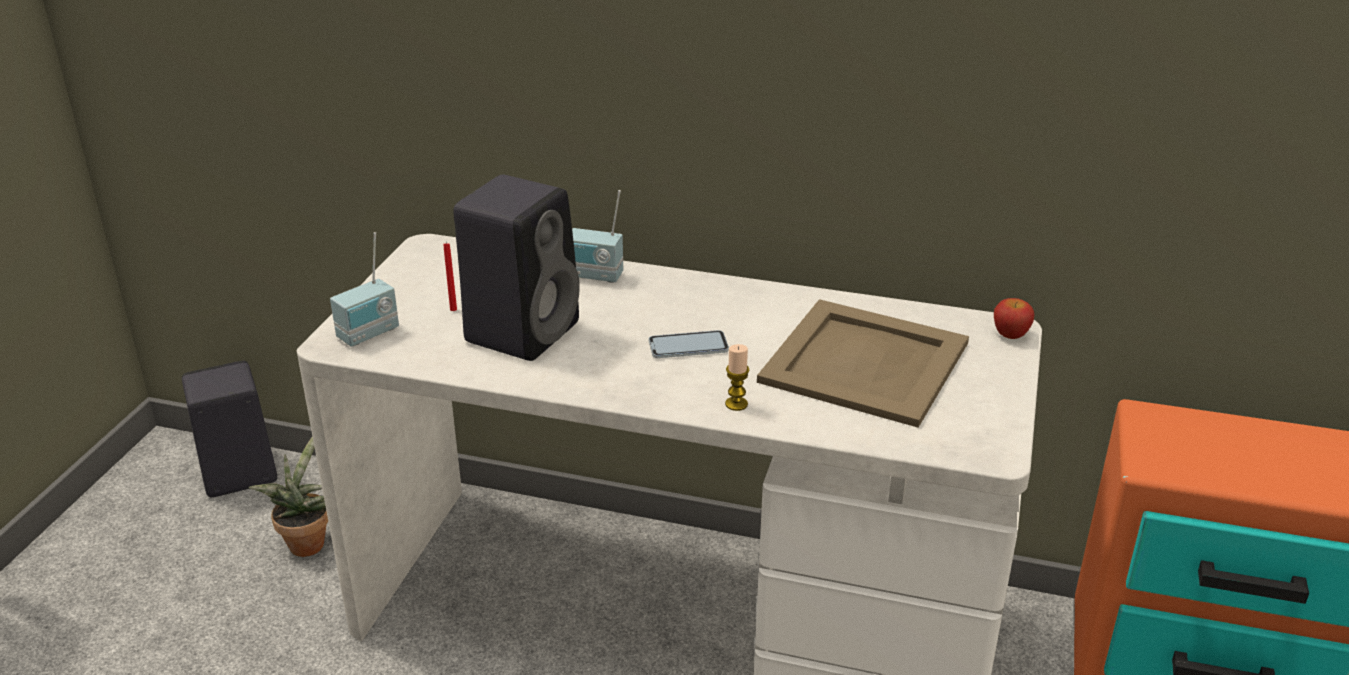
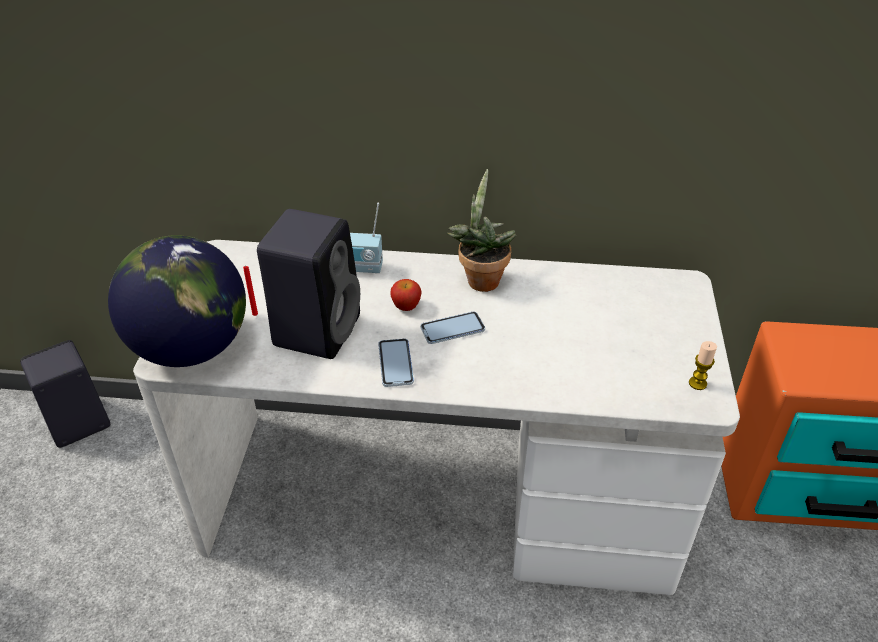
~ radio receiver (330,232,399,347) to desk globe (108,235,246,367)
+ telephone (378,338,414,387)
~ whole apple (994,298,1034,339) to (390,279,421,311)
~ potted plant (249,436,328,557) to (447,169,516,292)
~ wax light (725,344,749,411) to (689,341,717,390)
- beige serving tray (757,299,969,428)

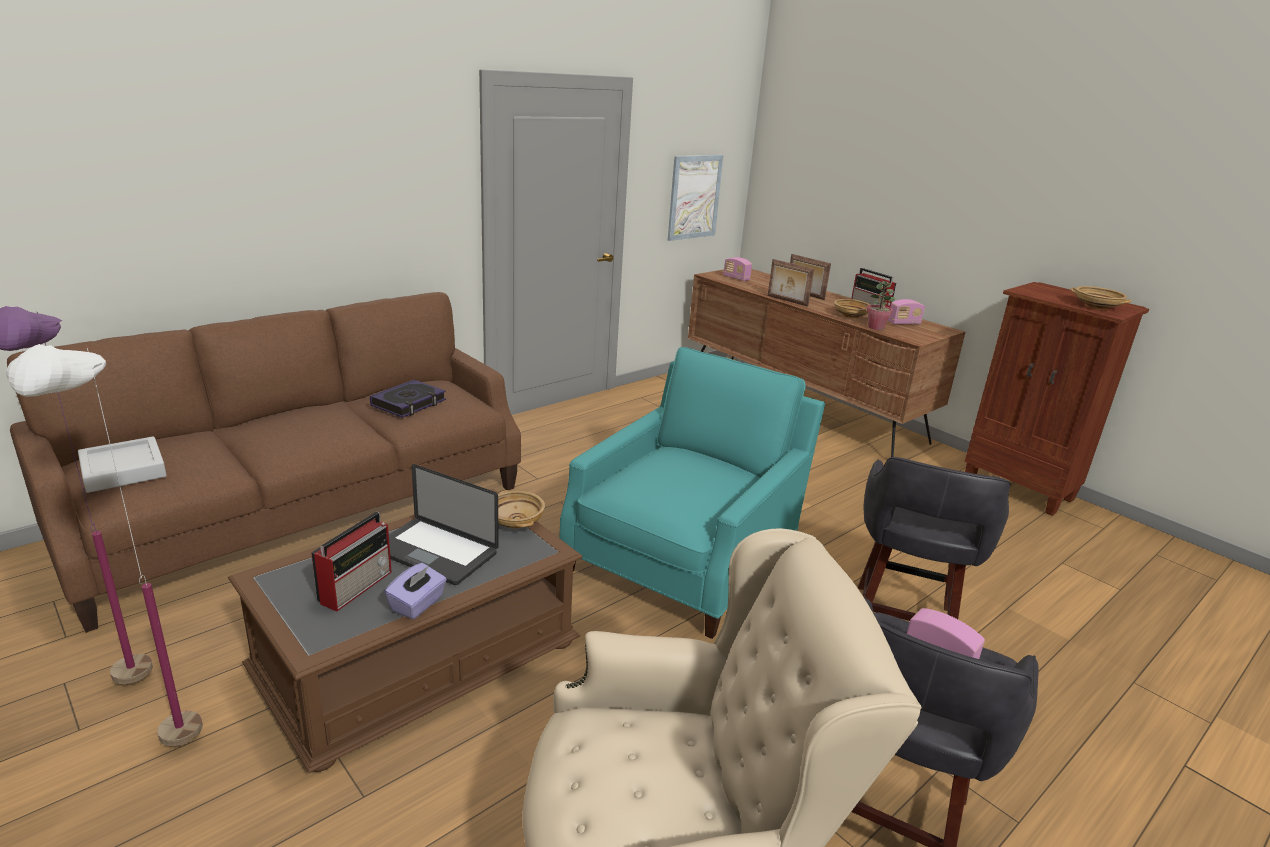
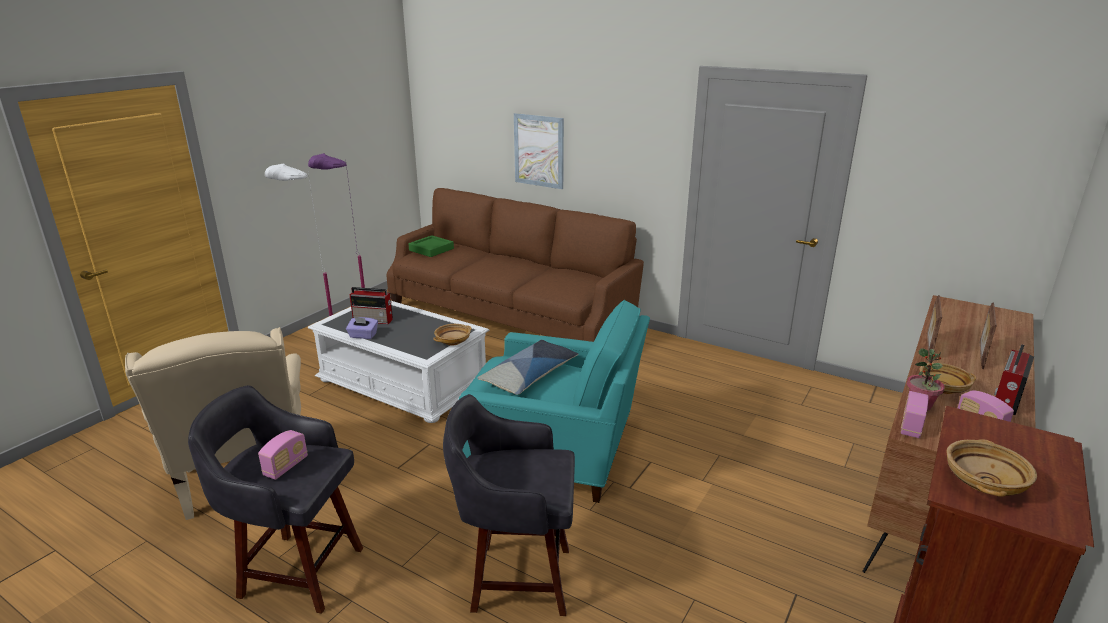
~ brown low table (228,489,583,773) to whitish low table (308,301,489,423)
~ grey serving tray (78,436,167,493) to green-coloured serving tray (409,235,454,257)
+ pillow (478,340,578,395)
~ wall art (668,155,724,241) to (514,113,564,189)
~ radio receiver (723,257,752,281) to (901,391,929,438)
- volume (370,380,446,418)
- portable computer (389,464,499,585)

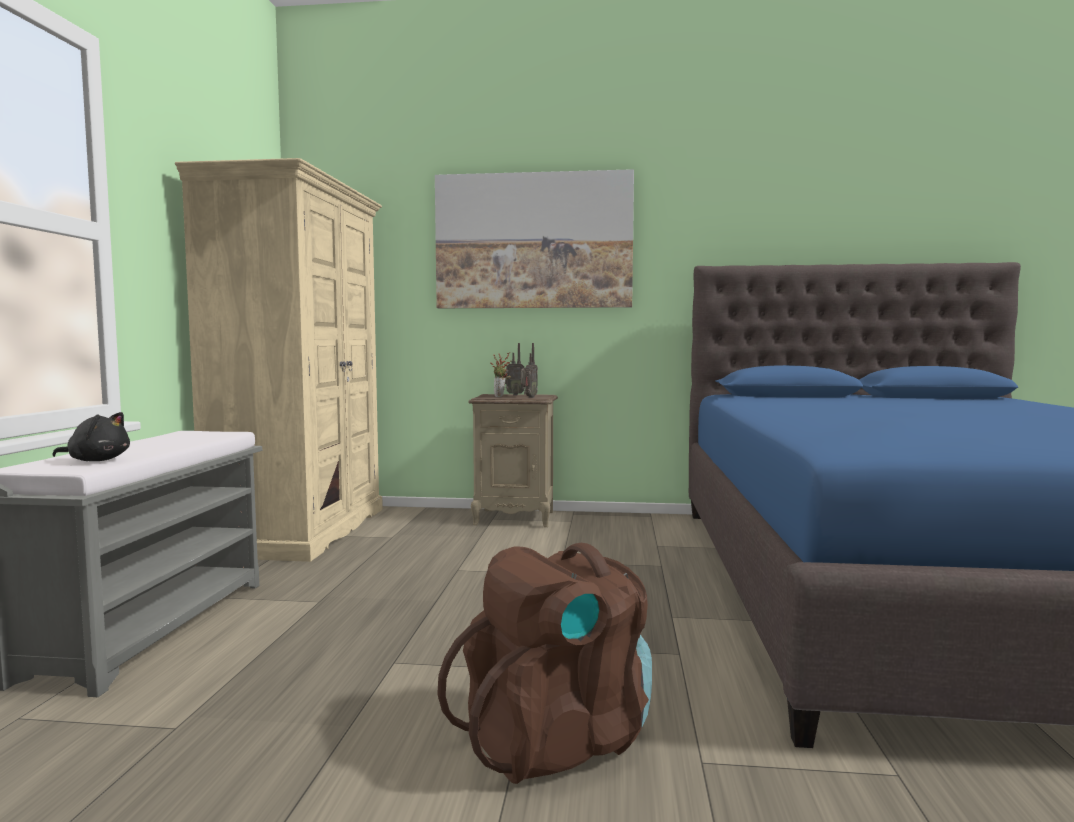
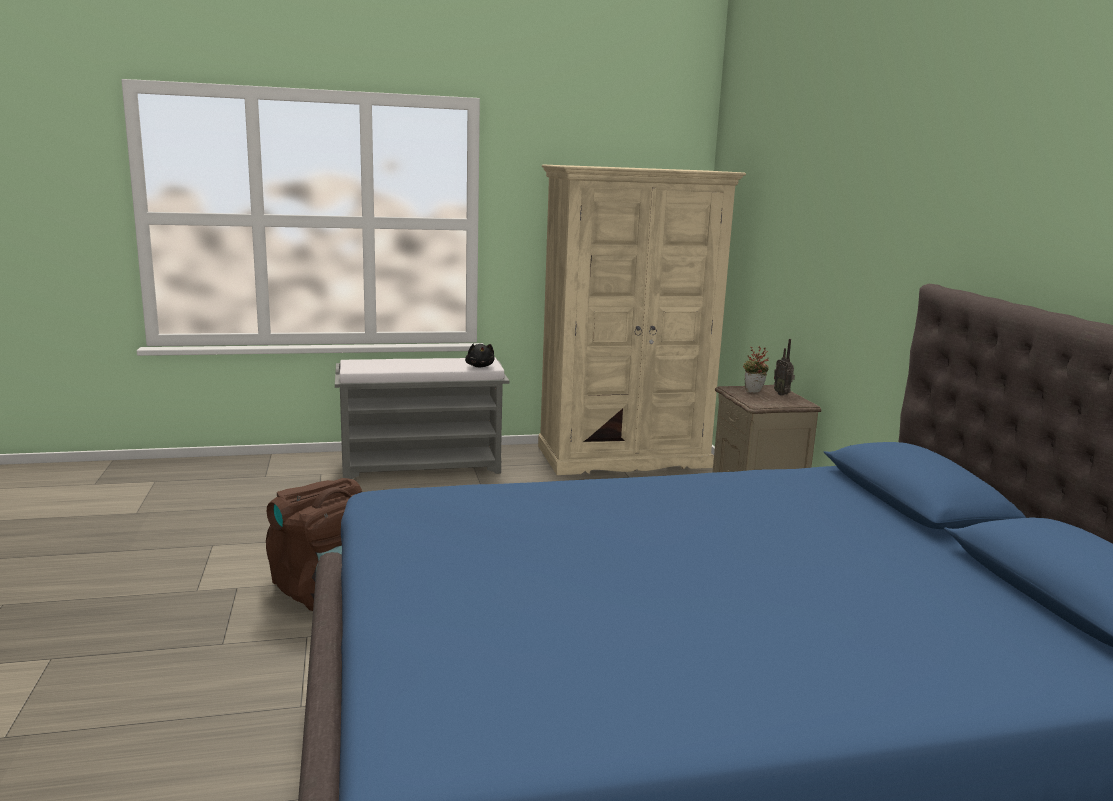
~ black-coloured plush toy (52,412,130,461) to (465,344,495,367)
- wall art (435,169,634,308)
- radio receiver (521,343,538,398)

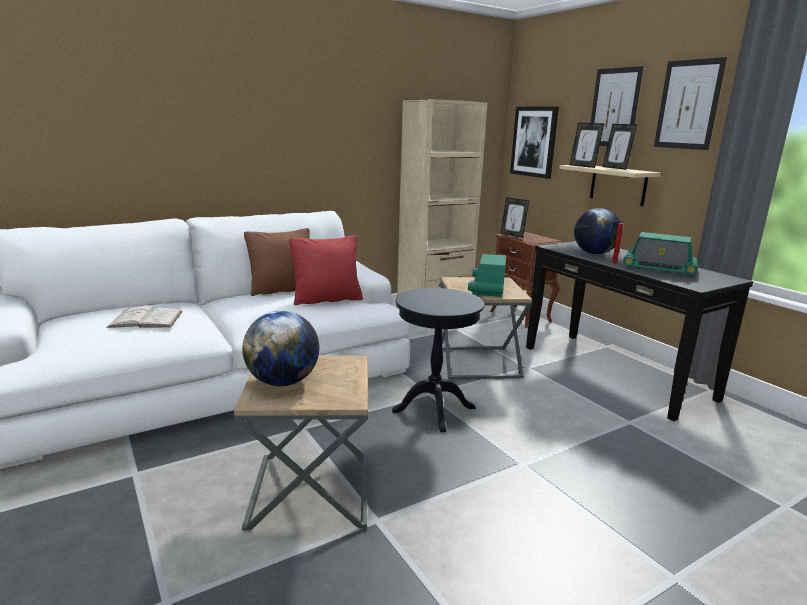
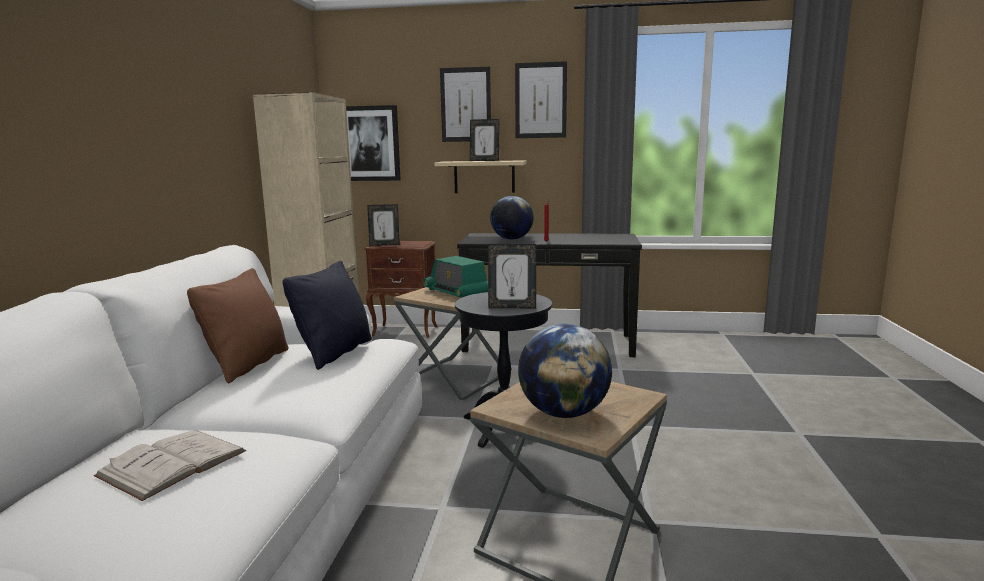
~ red pillow (289,235,363,305) to black-coloured pillow (283,261,372,370)
~ picture frame (570,123,605,168) to (488,244,536,309)
- radio receiver (623,232,698,277)

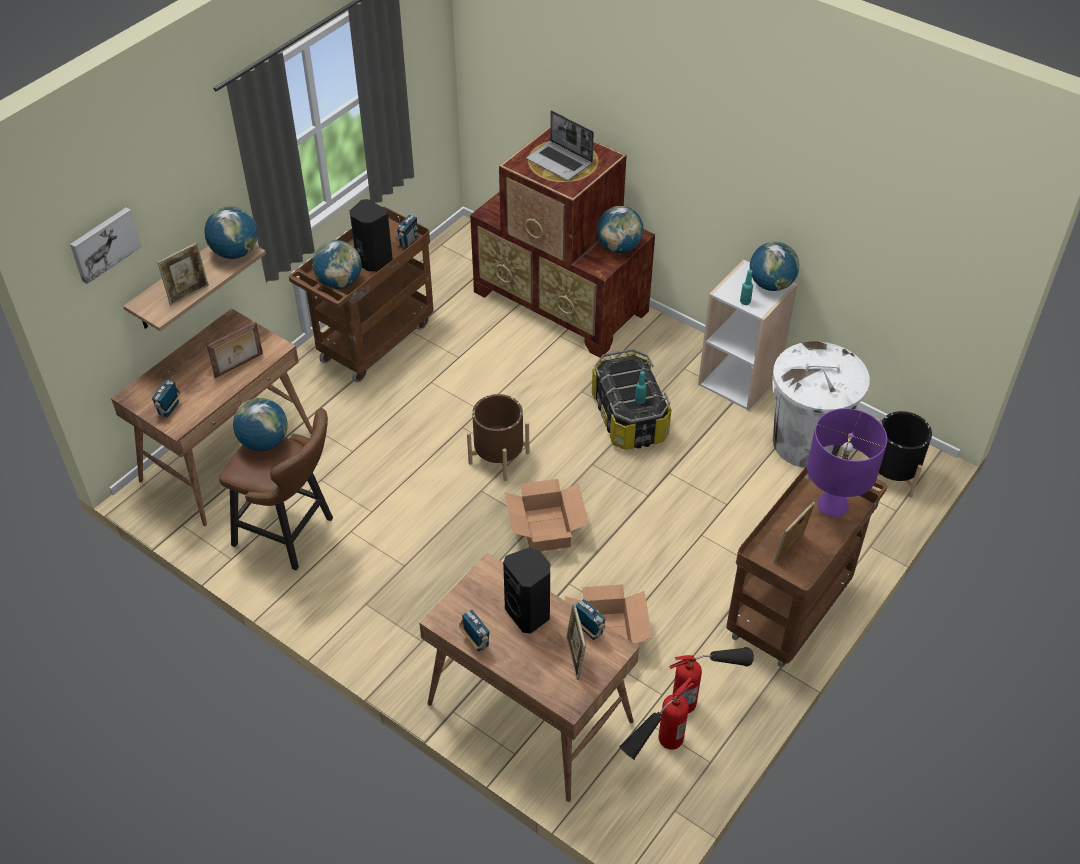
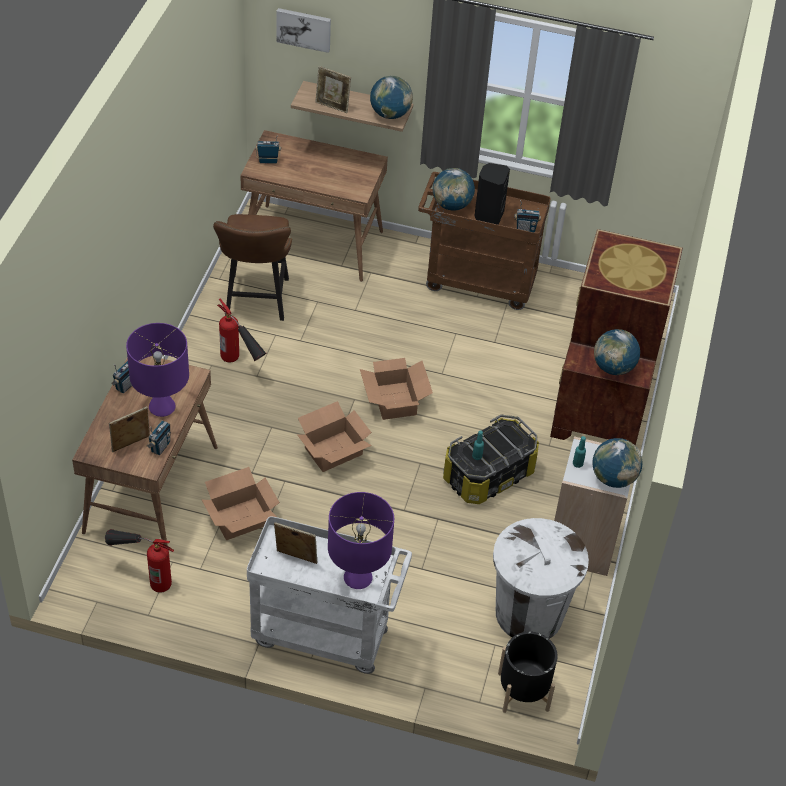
~ black-coloured audio speaker (503,547,550,634) to purple lamp for a table (126,323,189,417)
~ fire extinguisher (669,647,754,713) to (217,298,266,362)
~ brown trolley (726,466,888,668) to whitish trolley (247,517,412,674)
~ brown plant pot (467,394,529,481) to packing box (360,358,433,420)
- picture frame (207,321,263,378)
- desk globe (233,398,288,451)
- portable computer (526,110,594,180)

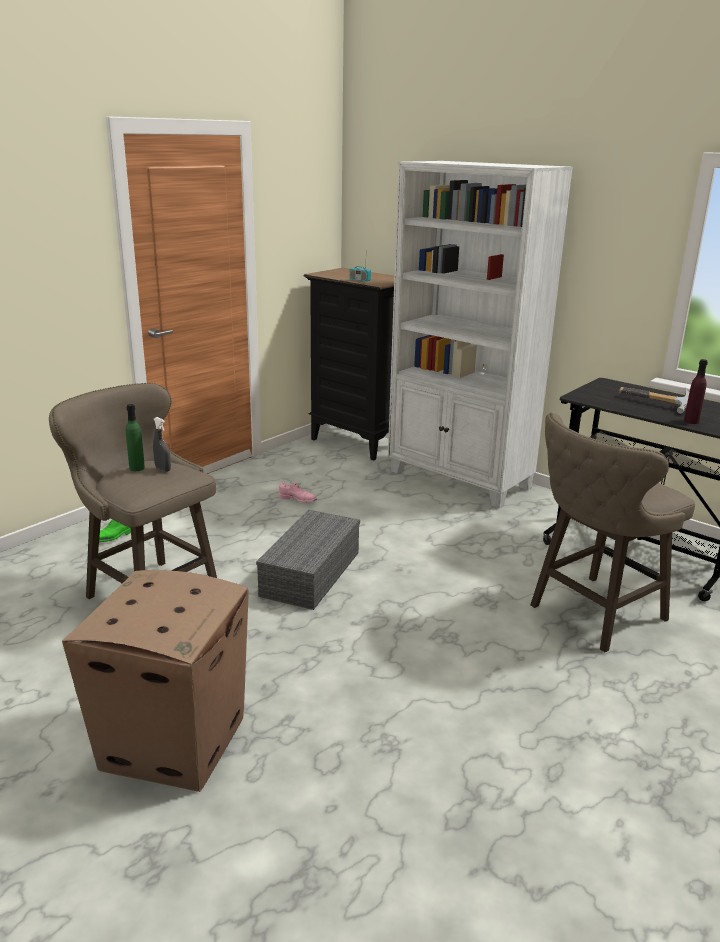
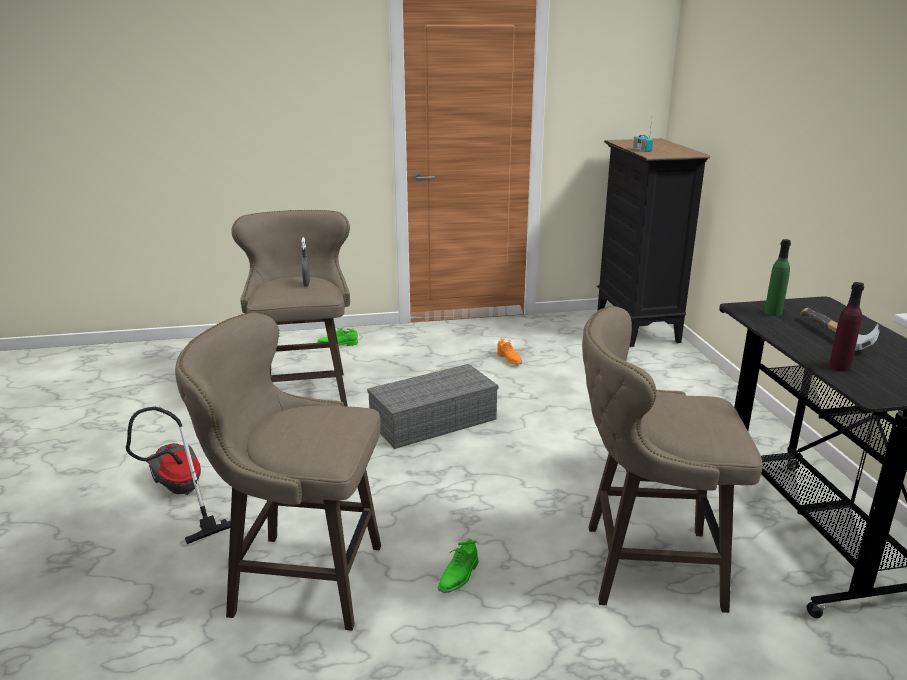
~ packing box (62,570,249,792) to vacuum cleaner (126,407,231,544)
+ beige stool seat (175,312,381,631)
+ green-coloured item of footwear (438,538,479,593)
~ pink item of footwear (279,480,317,503) to orange item of footwear (497,339,522,365)
~ green-coloured beverage bottle (126,404,145,471) to (764,239,791,316)
- whitish bookshelf (388,161,573,508)

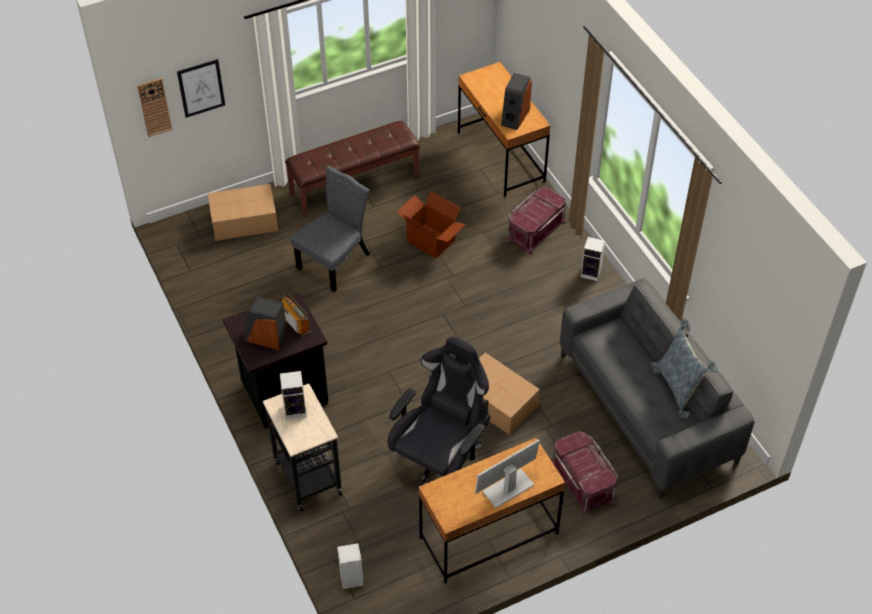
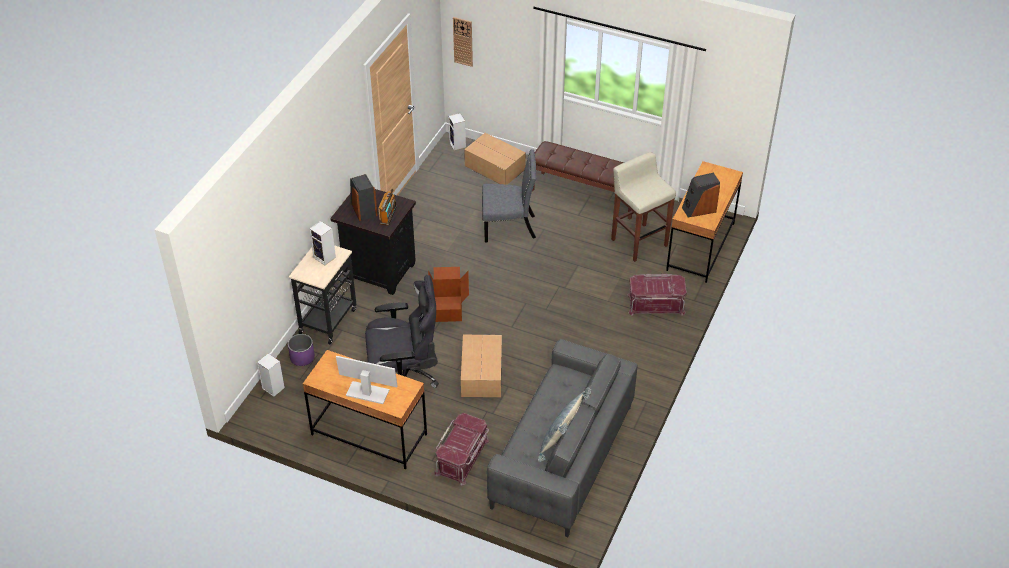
+ purple plant pot (288,334,315,366)
~ packing box (397,191,466,259) to (428,267,469,322)
~ audio speaker (580,237,605,281) to (448,113,466,151)
+ beige stool seat (611,152,676,262)
- wall art (177,59,225,118)

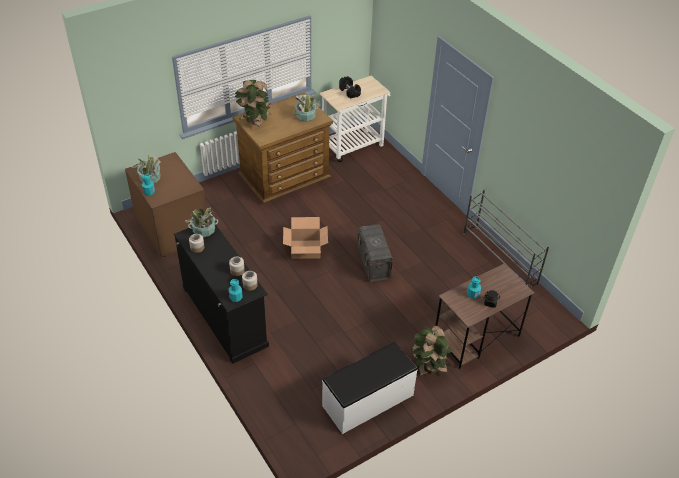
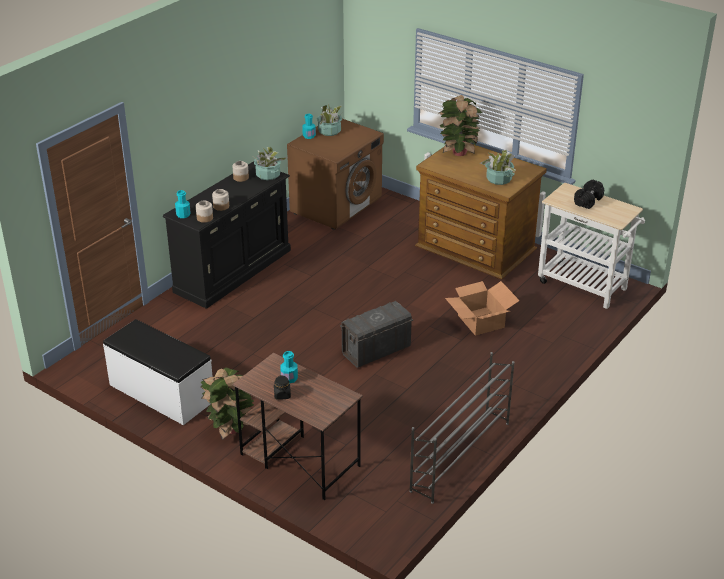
~ packing box (283,217,328,259) to (445,281,520,336)

